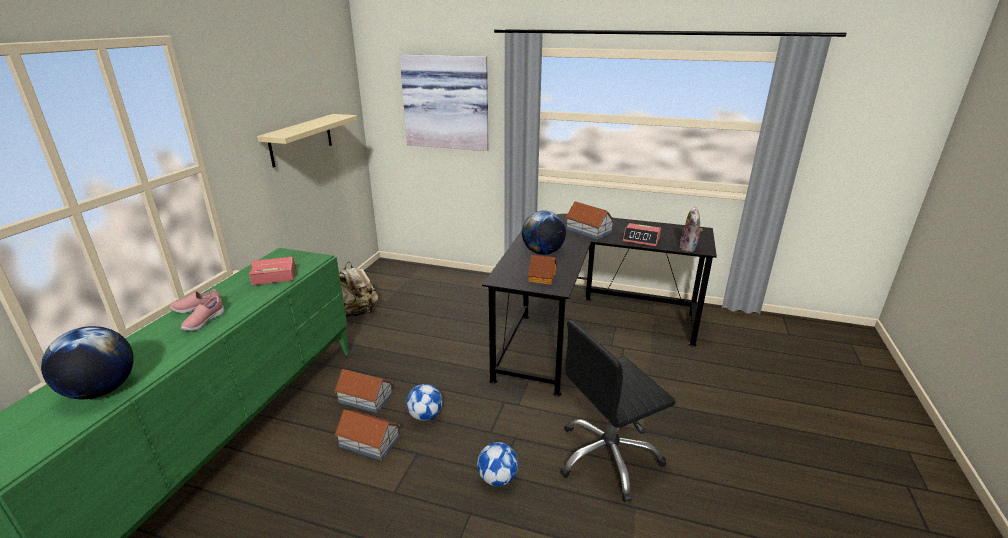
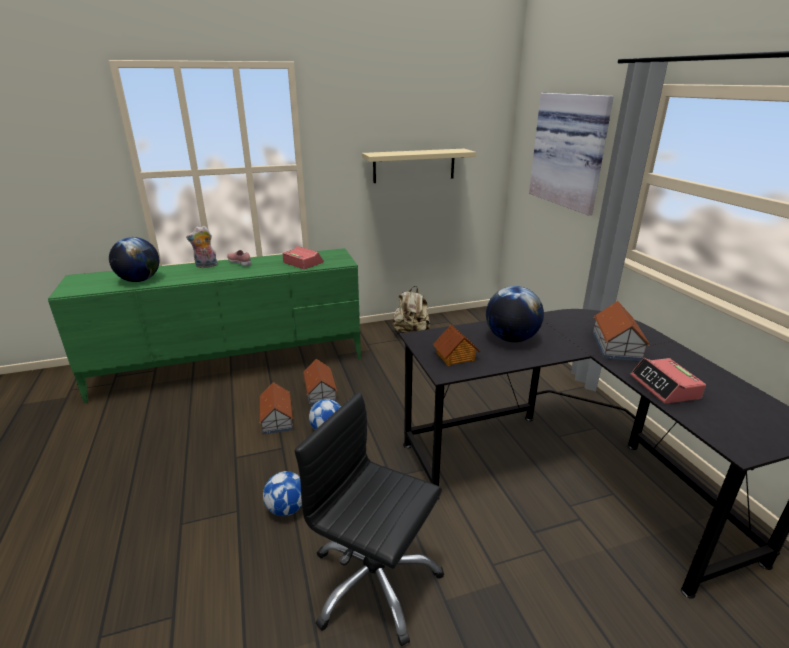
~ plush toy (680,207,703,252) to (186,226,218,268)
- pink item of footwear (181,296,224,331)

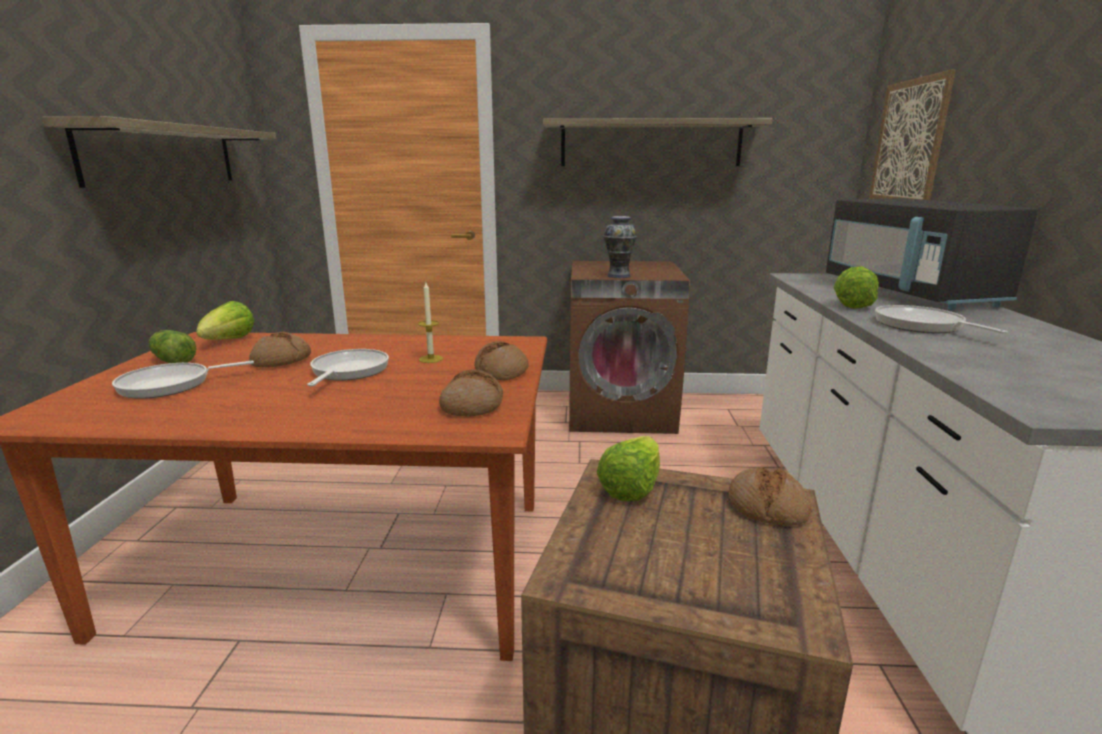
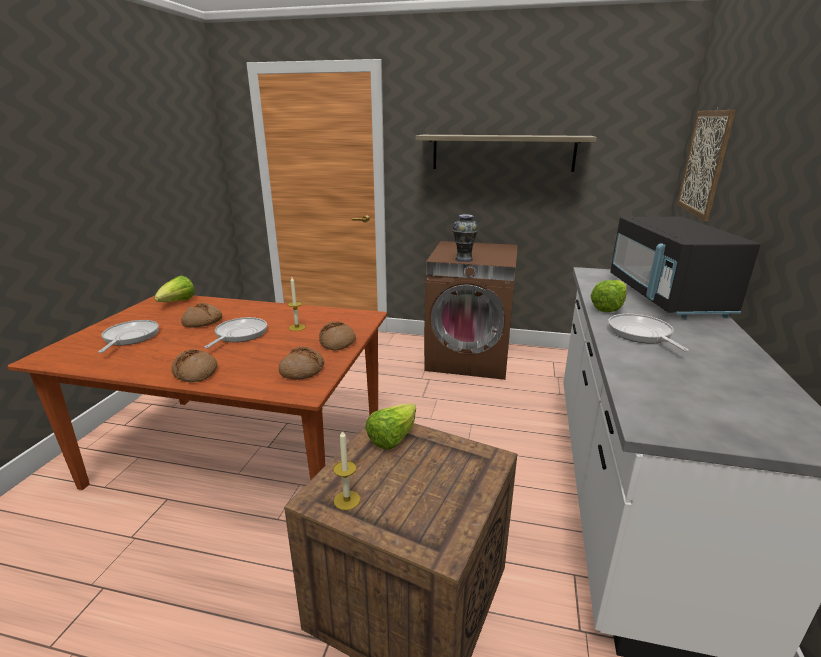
~ pan (112,361,254,399) = (98,320,159,353) 105 degrees clockwise
~ bakery bread (728,467,811,526) to (172,349,218,382)
+ wax light (333,430,360,510)
- wall shelf (42,116,276,188)
- lettuce (149,330,197,363)

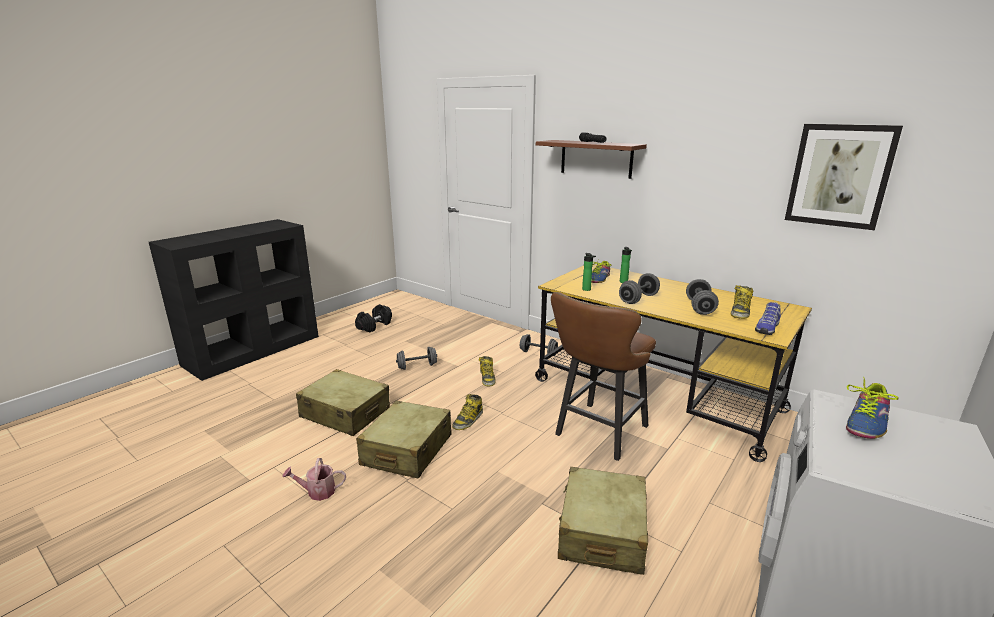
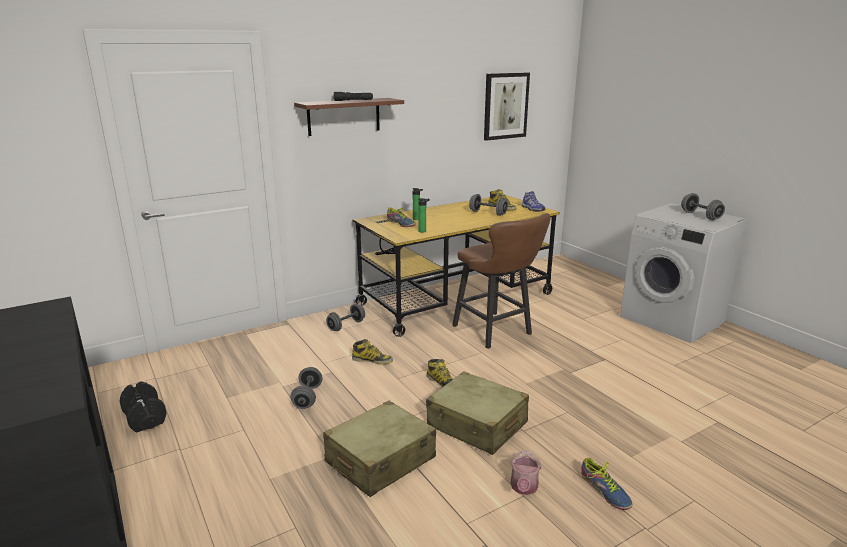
~ item of footwear (846,377,898,439) to (581,458,633,510)
~ grey dumbbell (619,273,660,304) to (681,193,725,220)
- beige piece of luggage (558,467,648,575)

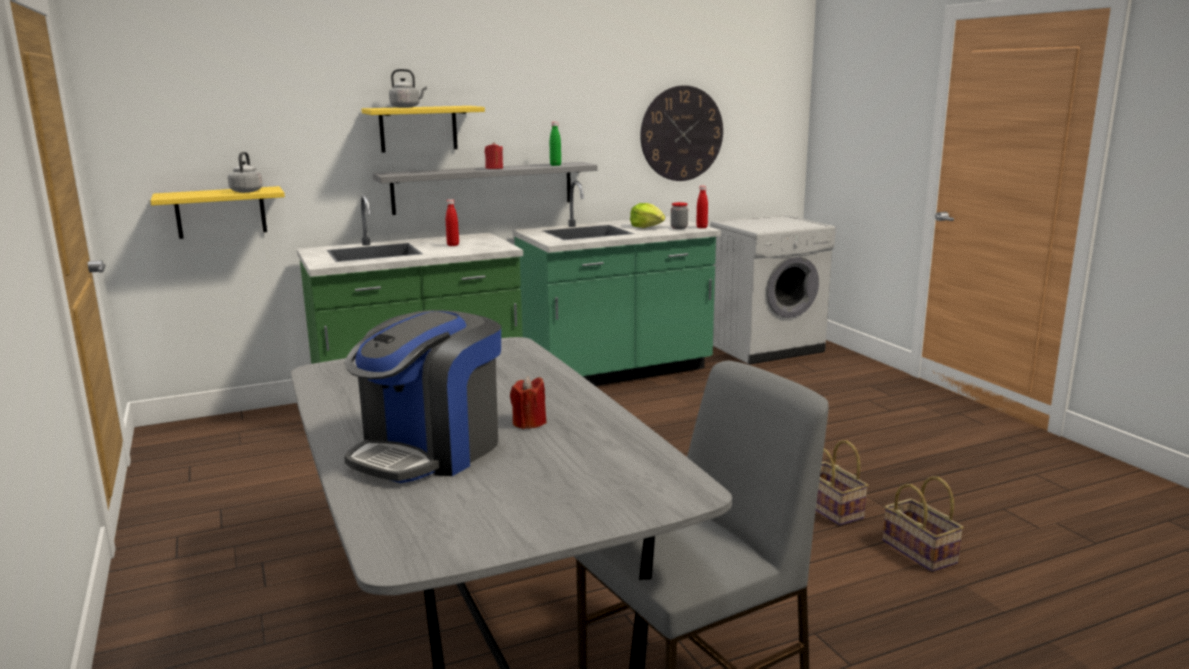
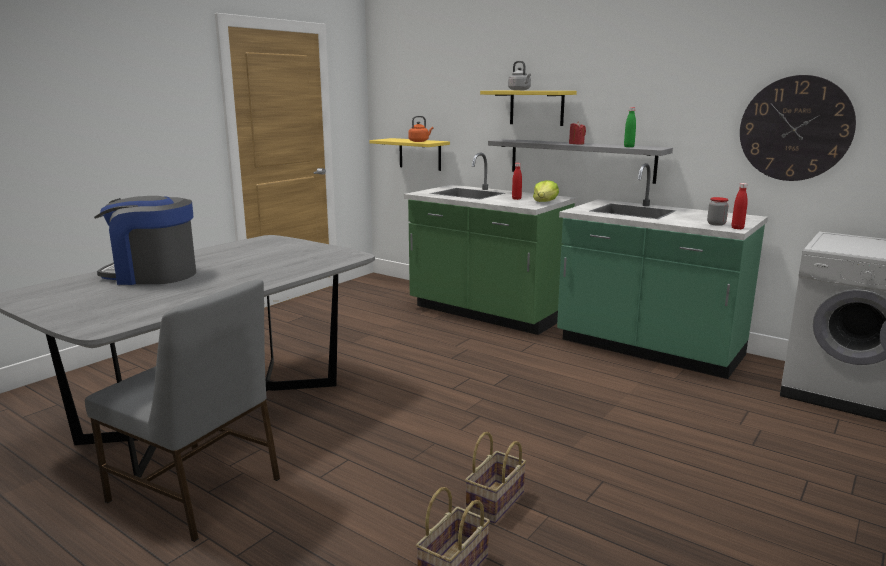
~ grey water kettle (228,152,263,193) to orange water kettle (408,116,433,142)
~ lettuce (630,203,665,228) to (533,180,559,202)
- red wax light (510,376,546,429)

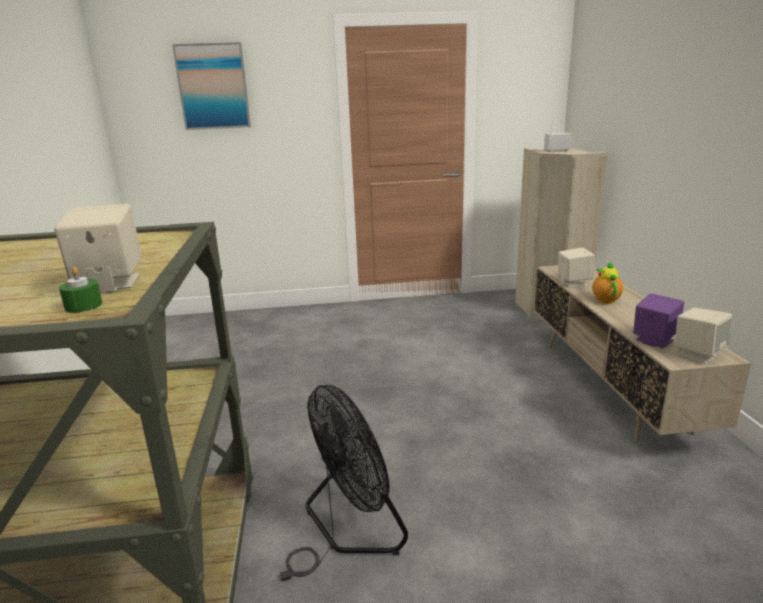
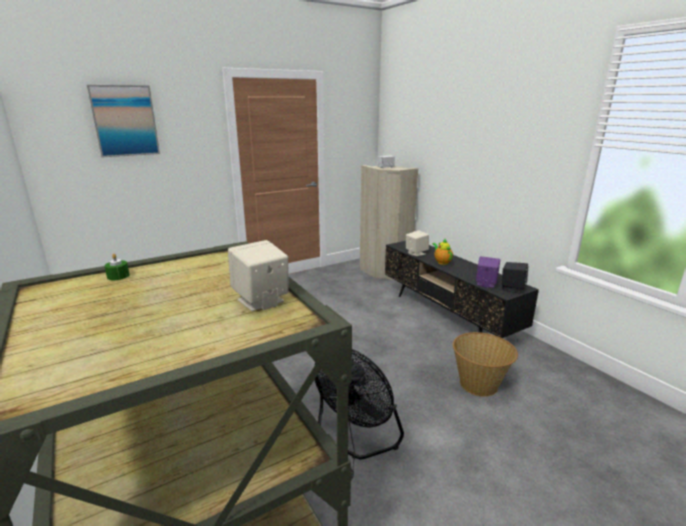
~ green-coloured wax light (59,267,102,312) to (104,254,130,280)
~ beige tv stand (534,265,751,441) to black-coloured tv stand (385,241,539,338)
+ household basket (453,332,518,397)
~ beige audio speaker (675,308,732,364) to black-coloured audio speaker (502,262,528,294)

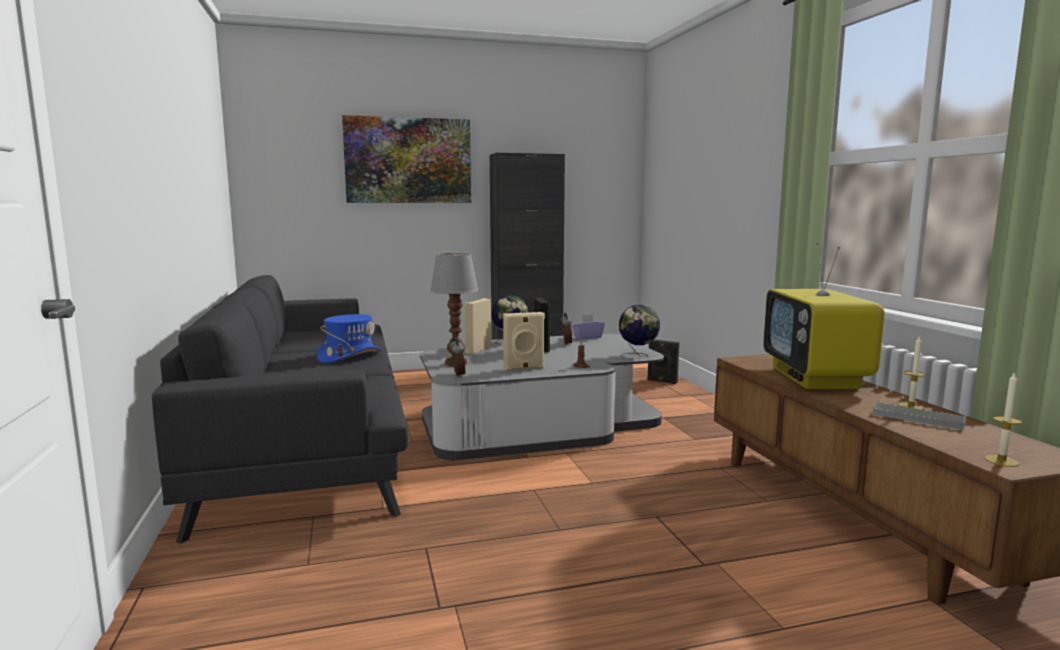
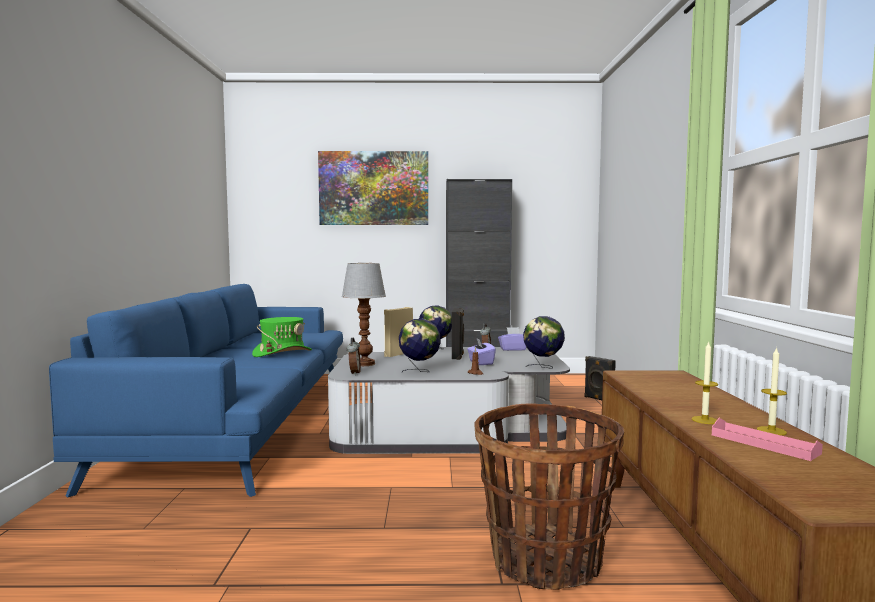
~ grey couch (152,275,409,544) to blue couch (49,284,343,498)
~ blue wearable hat (317,314,382,363) to green-coloured wearable hat (252,317,312,357)
~ beige audio speaker (503,312,545,371) to desk globe (399,319,441,373)
+ purple tissue box (467,338,496,365)
+ household basket (474,403,624,590)
~ wax light (984,373,1023,467) to (692,341,718,424)
~ grey serving tray (873,399,966,430) to pink serving tray (712,418,823,461)
- TV set (763,242,885,389)

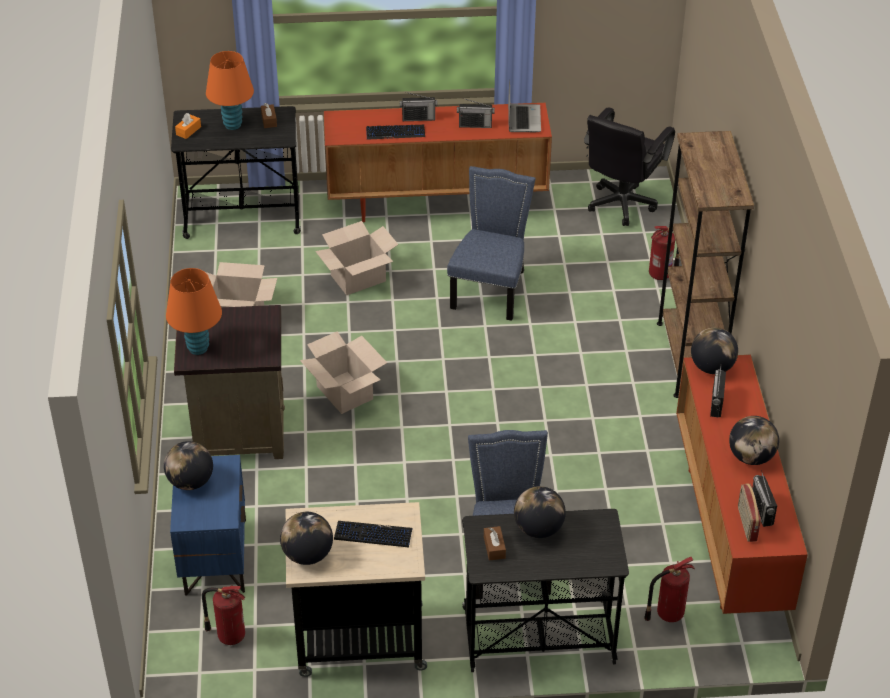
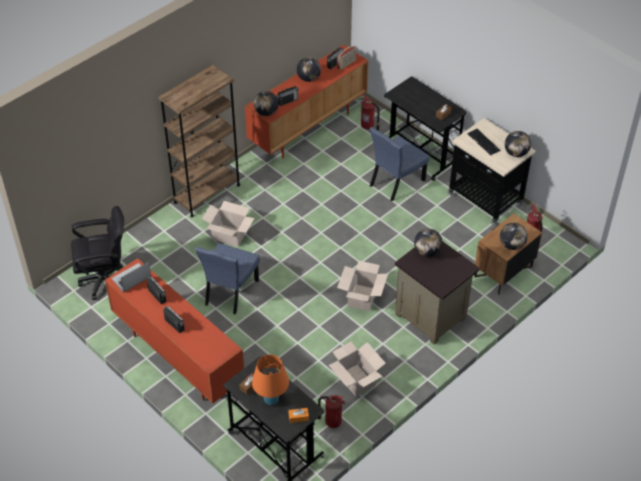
~ blue chair (447,166,536,321) = (195,243,260,314) 45 degrees counterclockwise
~ packing box (315,221,399,295) to (202,201,255,247)
~ fire extinguisher (649,226,679,280) to (317,395,345,428)
~ desk globe (514,486,566,538) to (414,229,443,257)
~ blue night table (170,455,246,596) to brown night table (474,214,542,295)
- orange lamp for a table (166,268,222,355)
- keyboard (366,125,425,140)

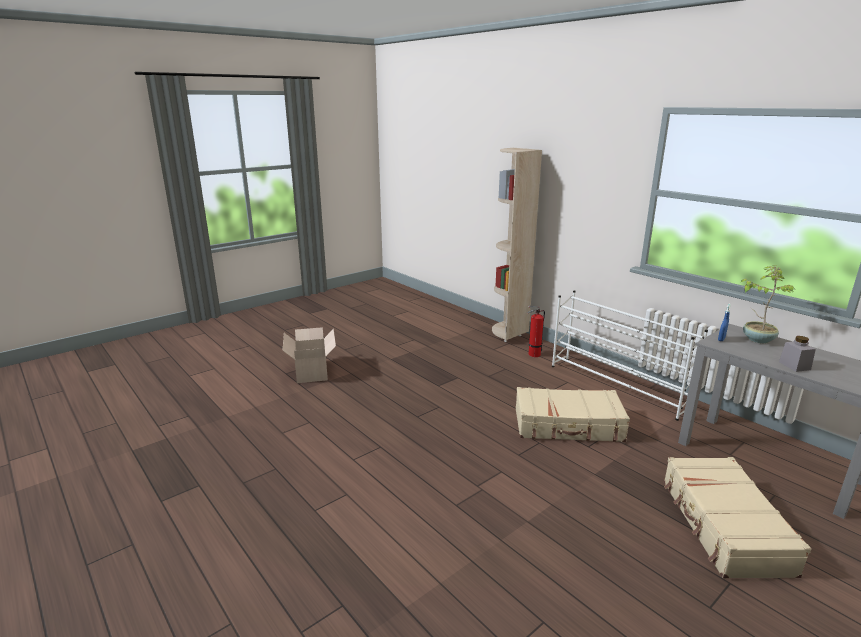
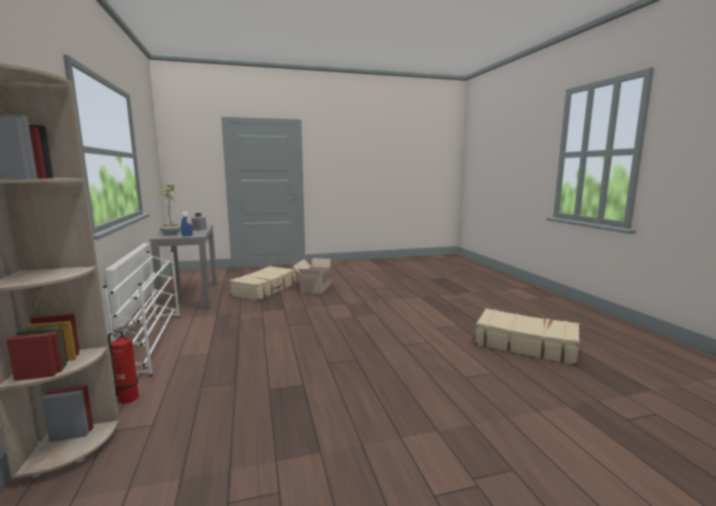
~ packing box (282,327,336,383) to (293,258,334,294)
~ beige piece of luggage (515,387,630,442) to (475,308,580,365)

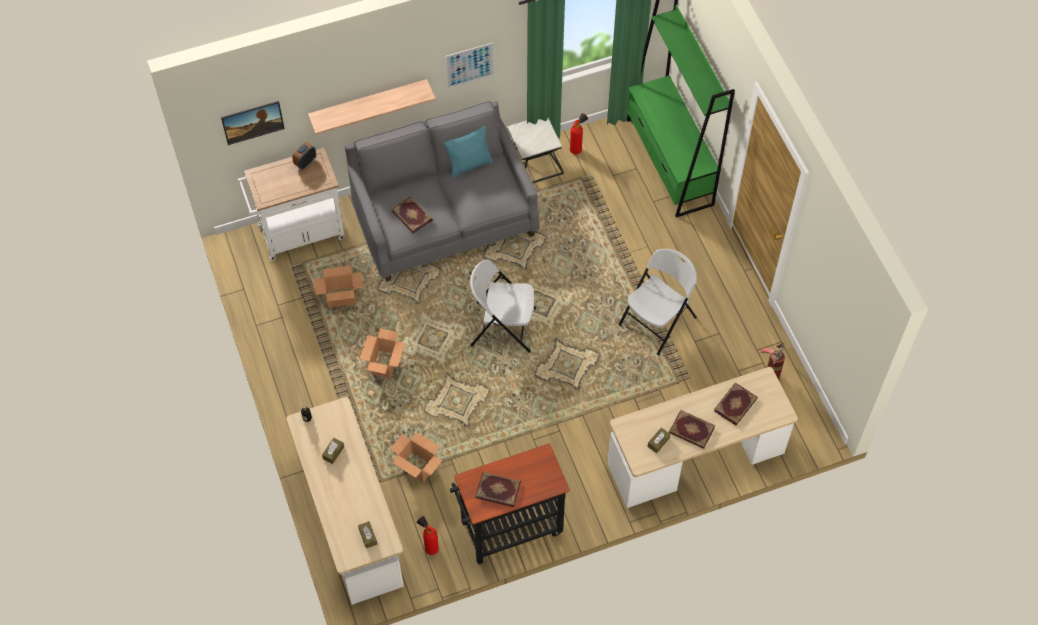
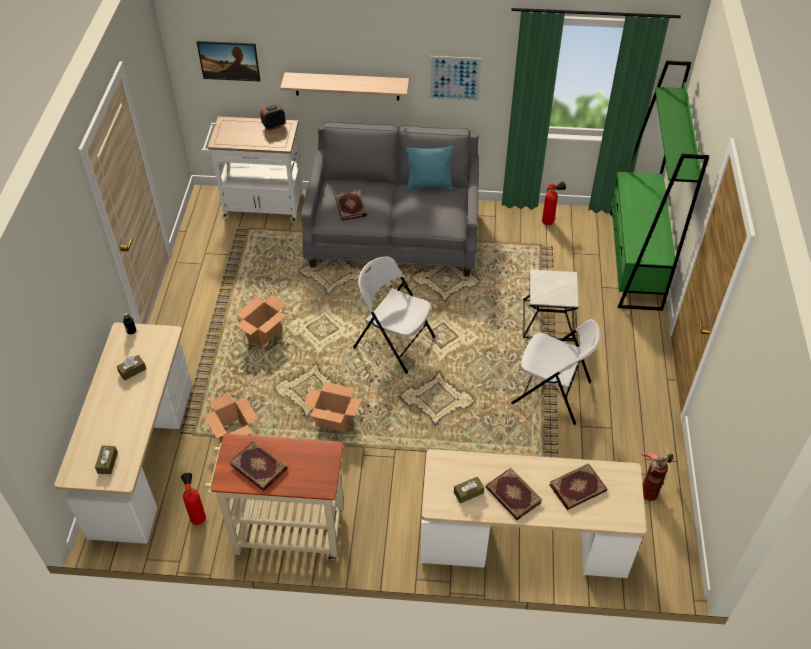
~ black-coloured trolley (450,444,570,565) to beige trolley (205,434,344,560)
~ packing box (314,266,363,308) to (303,382,362,433)
~ whitish chair (618,249,697,356) = (511,319,601,425) 45 degrees clockwise
~ accent table (507,118,564,183) to (523,269,579,342)

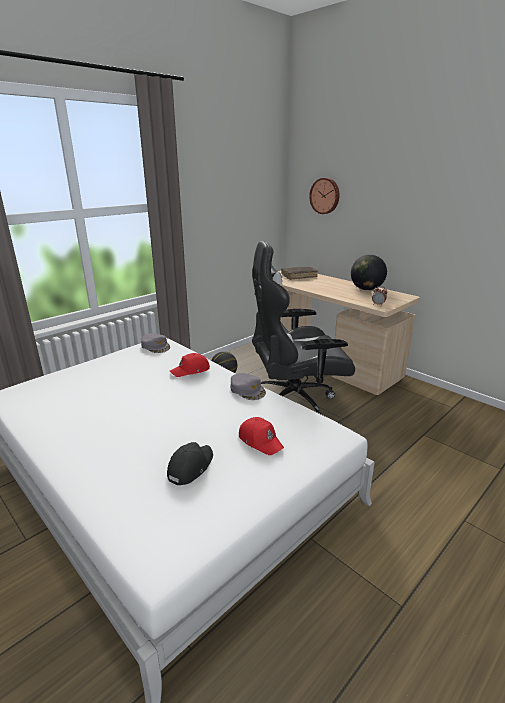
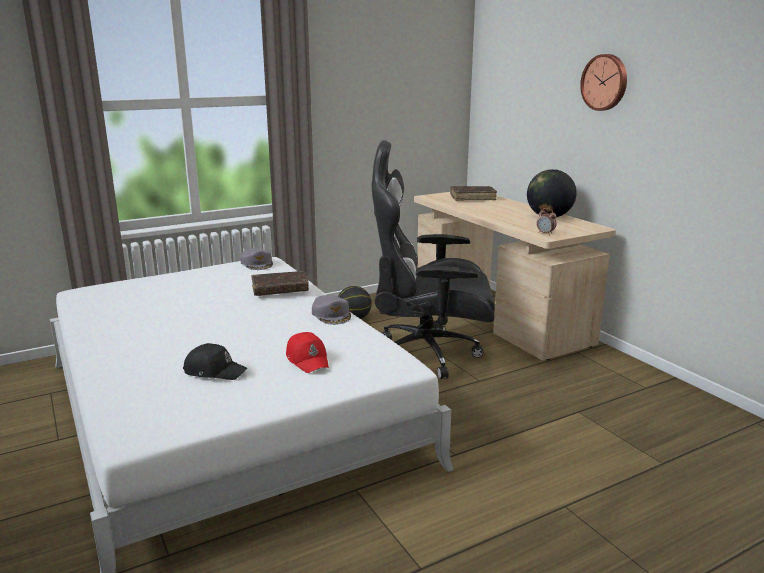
~ black-coloured peaked cap (167,442,213,485) = (183,343,247,380) 60 degrees clockwise
~ red peaked cap (170,353,210,377) to brown volume (251,271,309,296)
~ wall clock (309,178,340,214) to (580,54,627,111)

